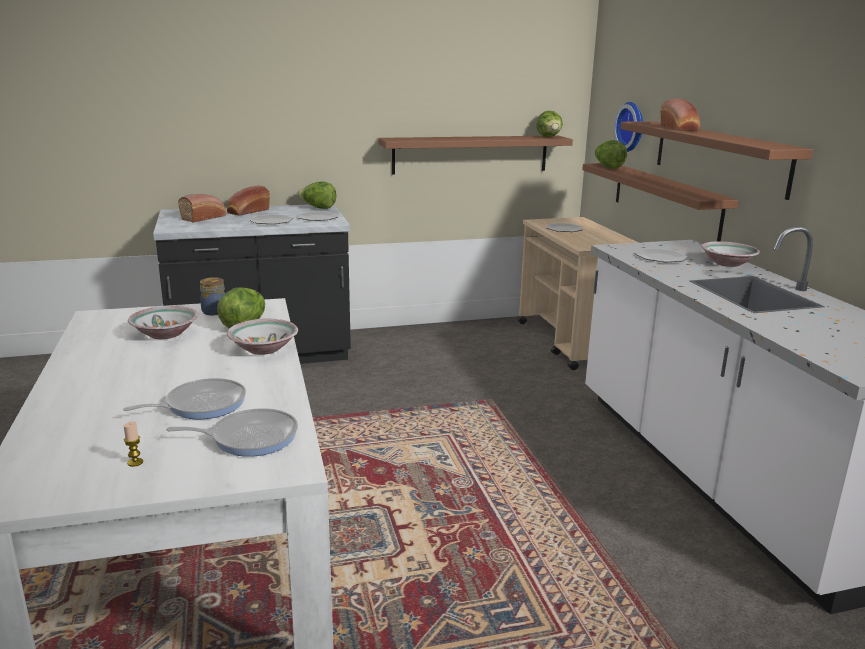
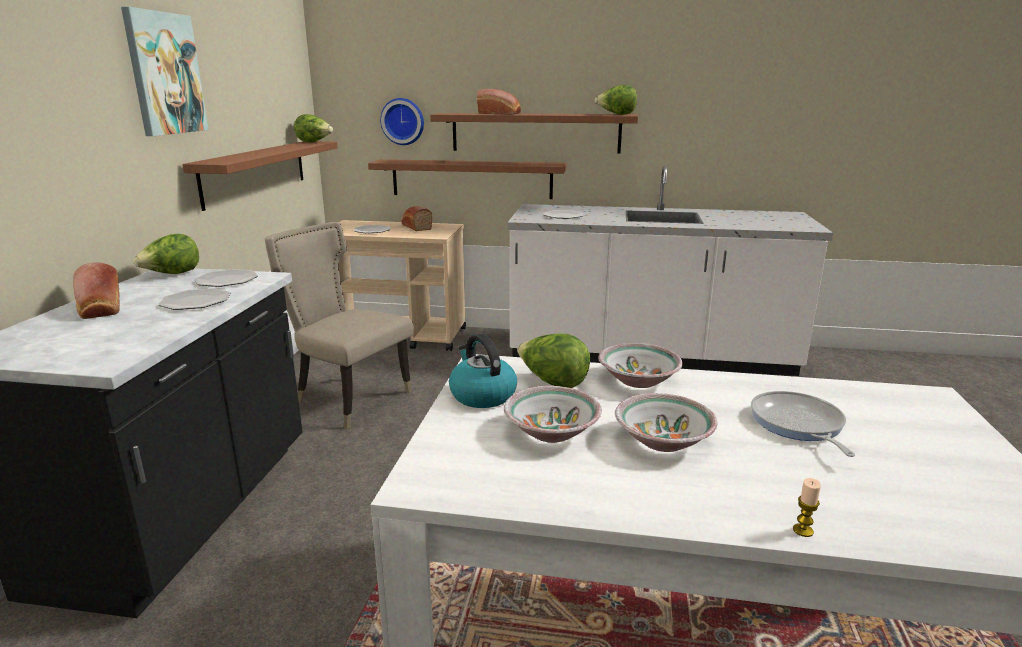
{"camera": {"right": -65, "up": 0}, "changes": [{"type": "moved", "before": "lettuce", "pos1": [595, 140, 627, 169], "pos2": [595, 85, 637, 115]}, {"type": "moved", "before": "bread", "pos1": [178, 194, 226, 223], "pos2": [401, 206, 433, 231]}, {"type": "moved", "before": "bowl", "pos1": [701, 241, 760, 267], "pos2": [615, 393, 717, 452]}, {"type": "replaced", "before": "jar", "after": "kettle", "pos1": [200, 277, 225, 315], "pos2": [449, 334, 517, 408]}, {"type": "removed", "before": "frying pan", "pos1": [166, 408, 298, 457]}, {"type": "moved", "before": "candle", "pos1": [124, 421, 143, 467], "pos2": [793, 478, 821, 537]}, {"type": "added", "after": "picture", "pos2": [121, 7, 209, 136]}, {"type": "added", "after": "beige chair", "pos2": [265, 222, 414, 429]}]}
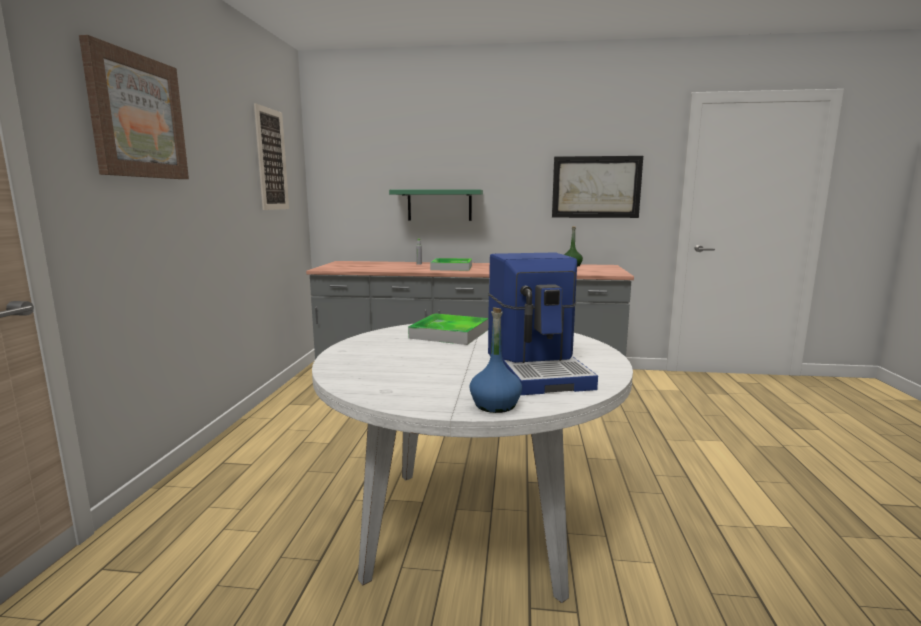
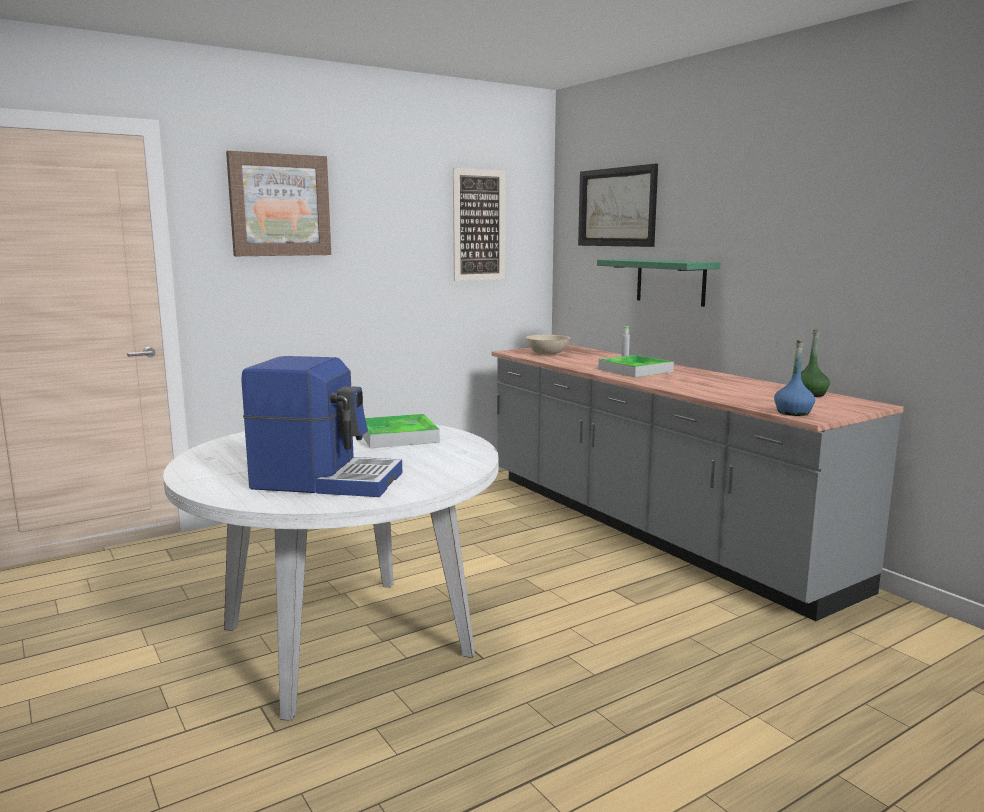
{"camera": {"right": 50, "up": 0}, "changes": [{"type": "moved", "before": "picture", "pos1": [552, 156, 643, 218], "pos2": [578, 164, 658, 247]}, {"type": "turned", "before": "coffee machine", "pos1": [488, 252, 598, 395], "pos2": [241, 356, 402, 497], "turn": -120}, {"type": "moved", "before": "blue bottle", "pos1": [469, 307, 522, 413], "pos2": [774, 340, 815, 416]}, {"type": "added", "after": "beige bowl", "pos2": [526, 335, 570, 355]}]}
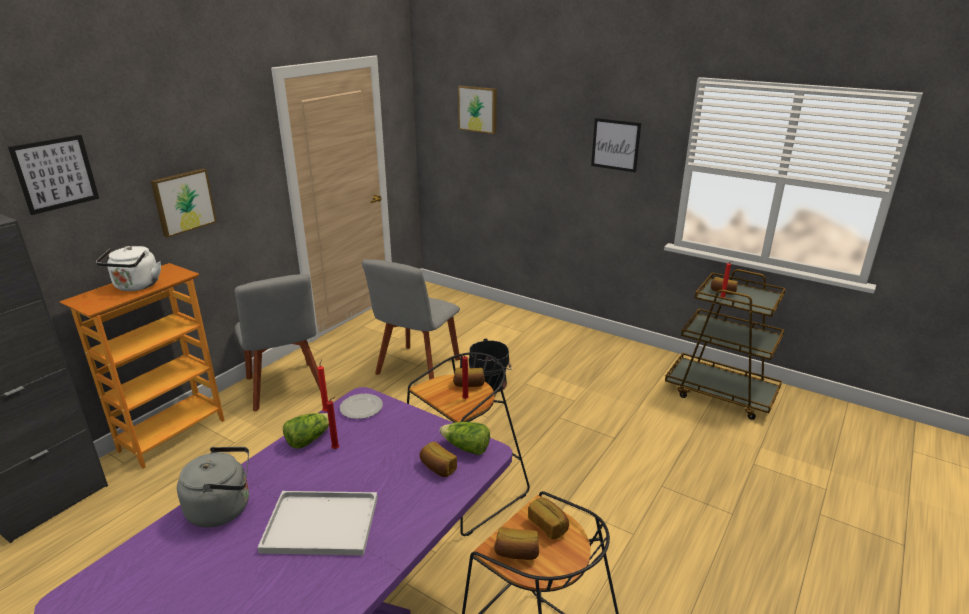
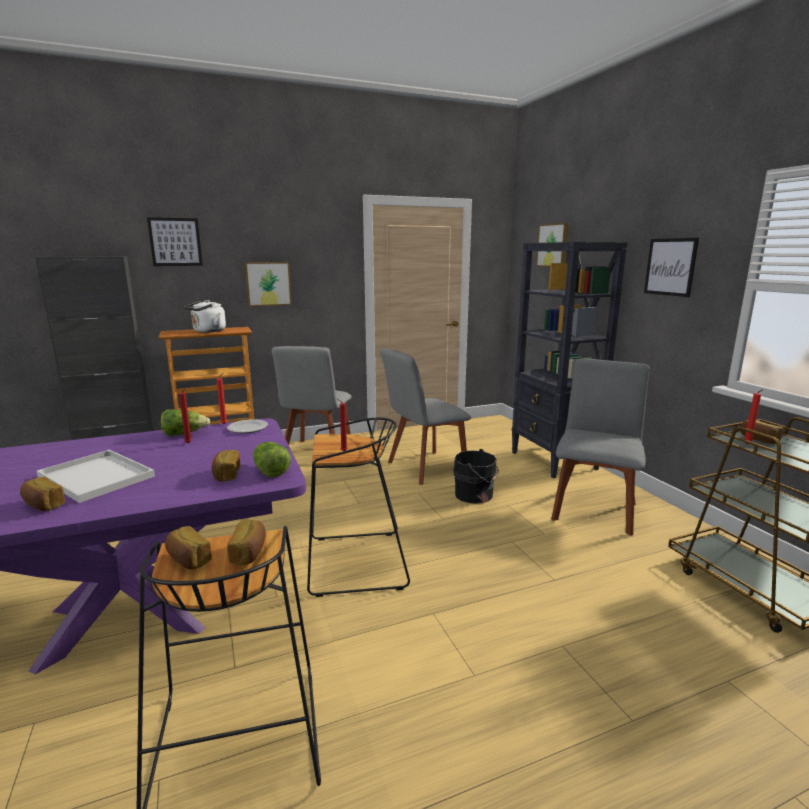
{"camera": {"right": 35, "up": -10}, "changes": [{"type": "moved", "before": "bread", "pos1": [453, 368, 485, 387], "pos2": [20, 477, 65, 511]}, {"type": "removed", "before": "grey kettle", "pos1": [177, 447, 249, 528]}, {"type": "added", "after": "black bookcase", "pos2": [512, 242, 627, 478]}, {"type": "added", "after": "grey chair", "pos2": [551, 358, 650, 535]}]}
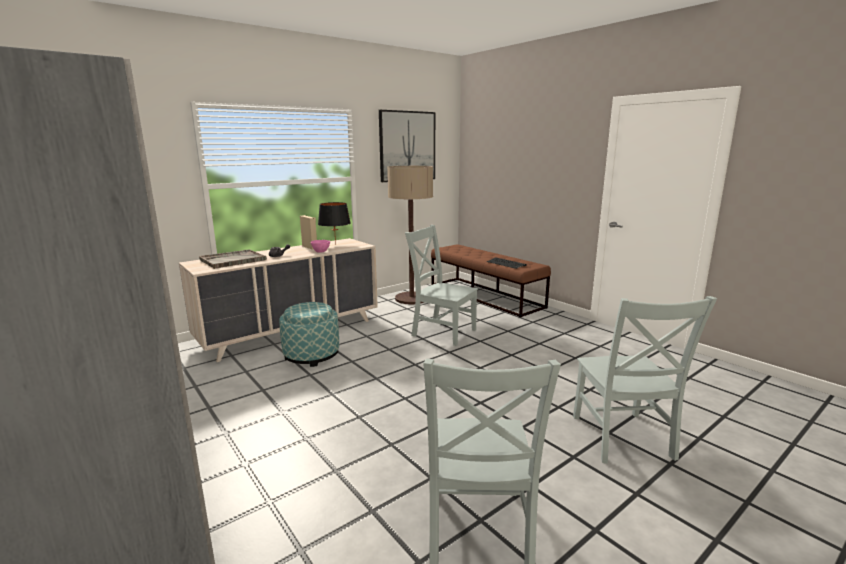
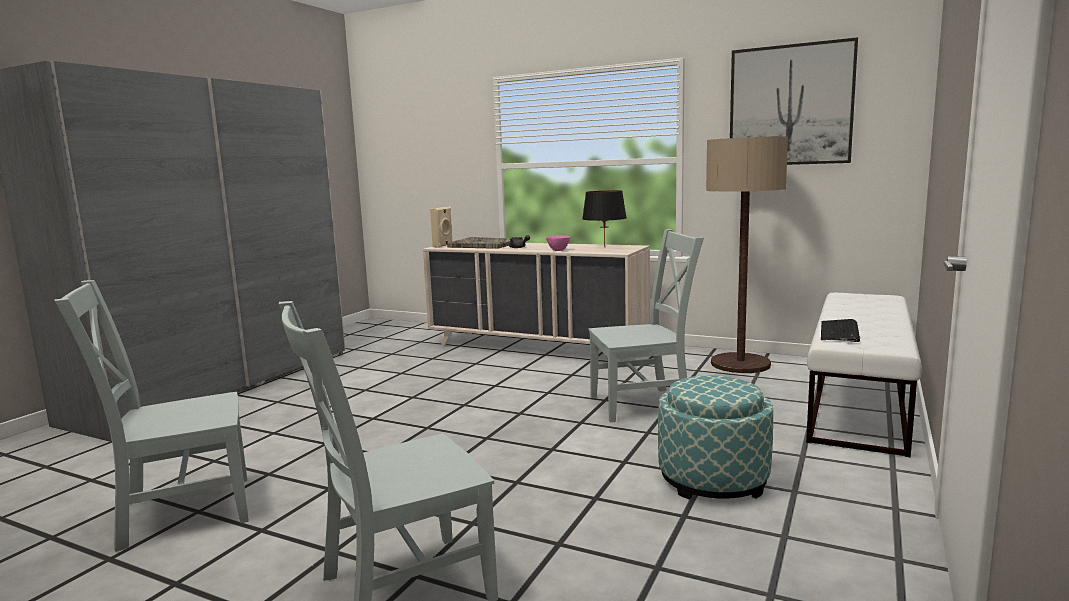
{"camera": {"right": 65, "up": -5}, "changes": [{"type": "moved", "before": "beige speaker", "pos1": [300, 215, 317, 250], "pos2": [430, 207, 453, 248]}, {"type": "turned", "before": "grey chair", "pos1": [405, 225, 478, 346], "pos2": [588, 229, 704, 422], "turn": 75}, {"type": "recoloured", "before": "brown bench", "after": "white bench", "pos1": [431, 244, 551, 317], "pos2": [806, 293, 922, 457]}, {"type": "moved", "before": "ottoman", "pos1": [279, 302, 339, 367], "pos2": [658, 375, 773, 500]}]}
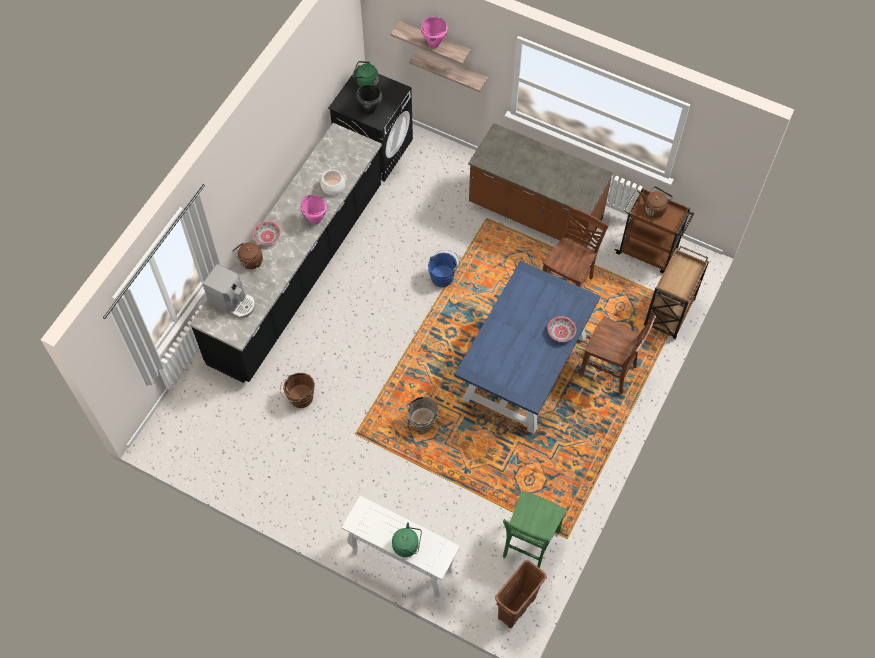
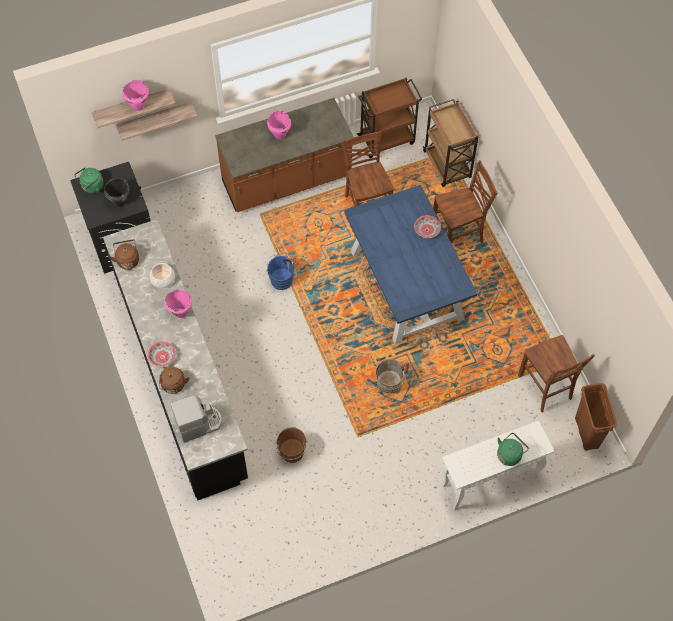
{"camera": {"right": -50, "up": 0}, "changes": [{"type": "moved", "before": "brown kettle", "pos1": [642, 186, 673, 218], "pos2": [109, 239, 139, 270]}, {"type": "recoloured", "before": "green chair", "after": "brown chair", "pos1": [503, 491, 566, 568], "pos2": [518, 335, 595, 412]}, {"type": "added", "after": "pink cooking pot", "pos2": [267, 111, 291, 140]}]}
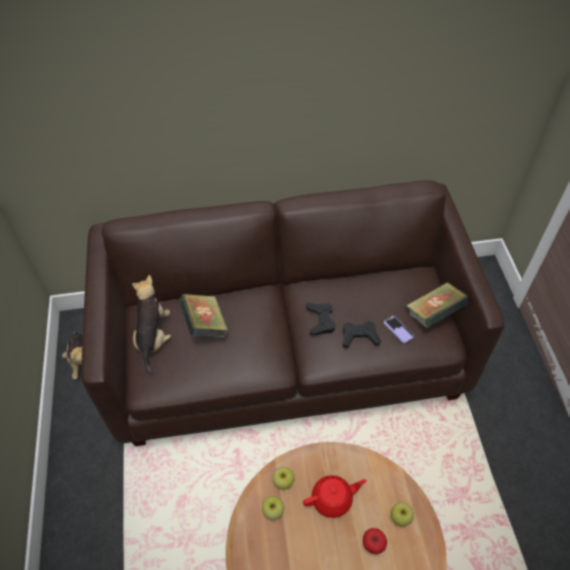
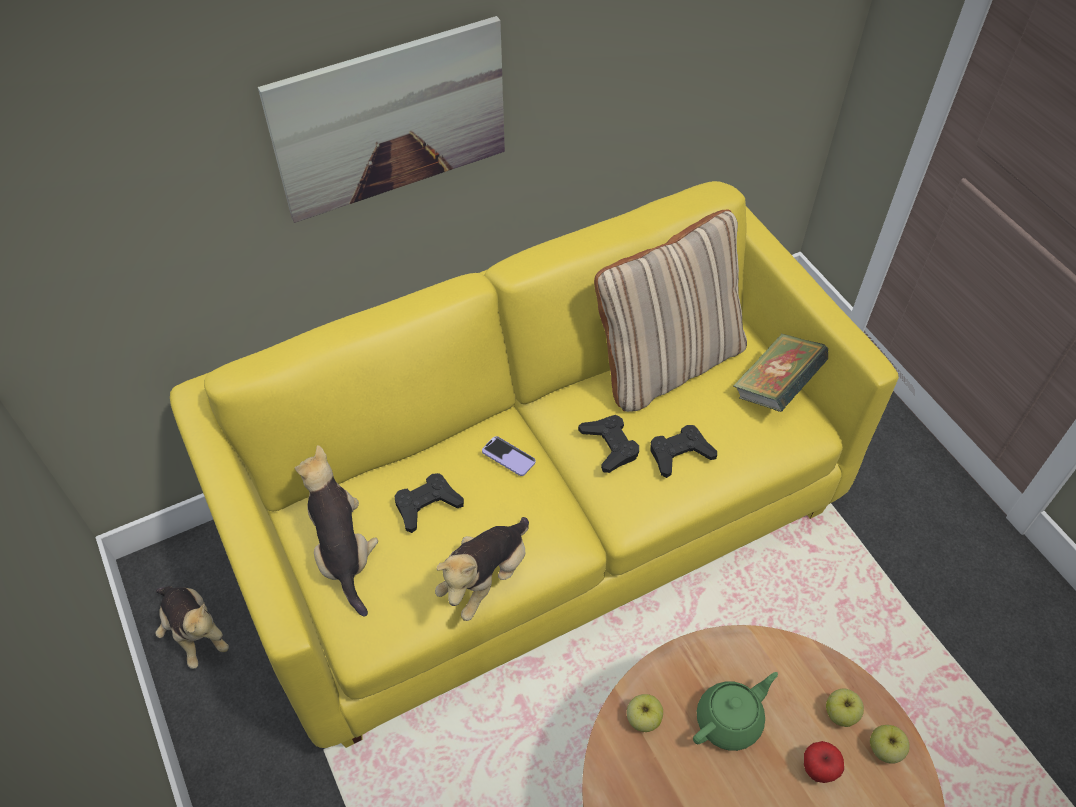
{"camera": {"right": -20, "up": 0}, "changes": [{"type": "recoloured", "before": "brown sofa", "after": "yellow sofa", "pos1": [81, 180, 505, 446], "pos2": [170, 181, 899, 748]}, {"type": "replaced", "before": "book", "after": "black game controller", "pos1": [179, 294, 228, 338], "pos2": [395, 473, 464, 533]}, {"type": "moved", "before": "phone", "pos1": [384, 316, 414, 343], "pos2": [482, 436, 536, 476]}, {"type": "recoloured", "before": "red teapot", "after": "green teapot", "pos1": [303, 475, 367, 518], "pos2": [693, 672, 778, 751]}, {"type": "moved", "before": "apple", "pos1": [262, 496, 284, 520], "pos2": [870, 725, 910, 764]}, {"type": "added", "after": "picture", "pos2": [258, 16, 505, 223]}, {"type": "added", "after": "beige pillow", "pos2": [594, 210, 747, 412]}, {"type": "added", "after": "plush toy", "pos2": [435, 517, 529, 621]}]}
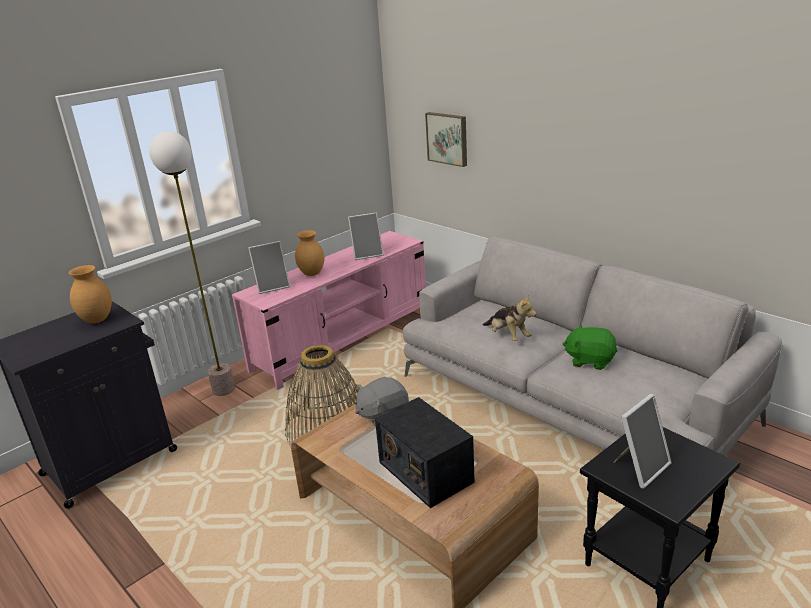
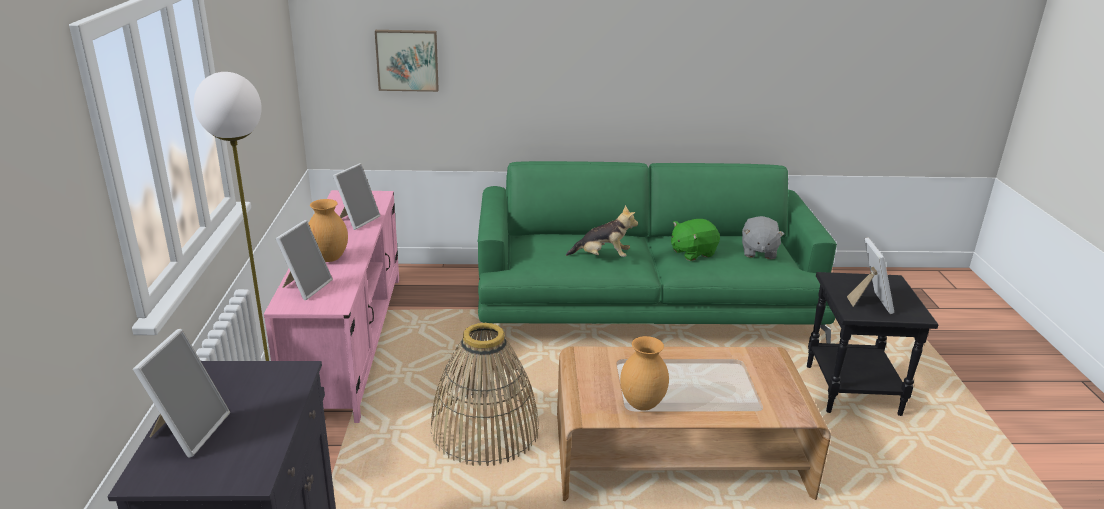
{"camera": {"right": -50, "up": 0}, "changes": [{"type": "recoloured", "before": "grey sofa", "after": "green sofa", "pos1": [403, 236, 782, 517], "pos2": [478, 161, 837, 343]}, {"type": "moved", "before": "brown vase", "pos1": [69, 265, 112, 323], "pos2": [620, 336, 669, 411]}, {"type": "moved", "before": "grey plush toy", "pos1": [355, 377, 409, 426], "pos2": [742, 216, 784, 259]}, {"type": "removed", "before": "radio", "pos1": [375, 397, 475, 508]}, {"type": "added", "after": "picture frame", "pos2": [133, 329, 230, 457]}]}
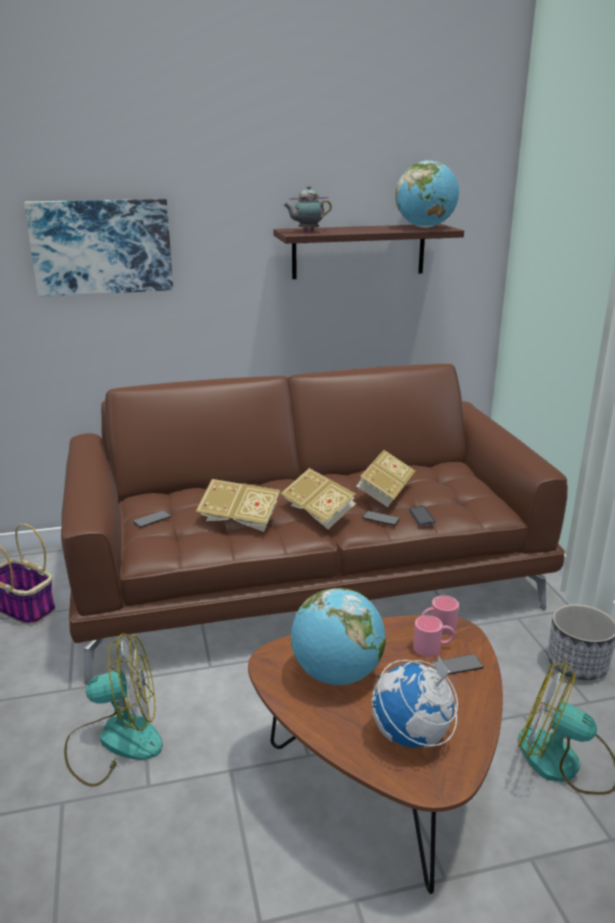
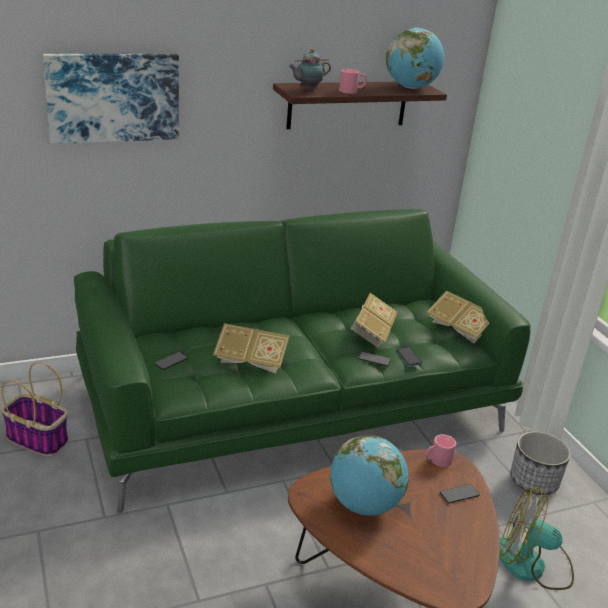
{"camera": {"right": -10, "up": 5}, "changes": [{"type": "recoloured", "before": "brown sofa", "after": "green sofa", "pos1": [61, 364, 568, 685], "pos2": [74, 209, 531, 513]}, {"type": "moved", "before": "book", "pos1": [280, 468, 356, 529], "pos2": [426, 291, 490, 344]}, {"type": "moved", "before": "pink mug", "pos1": [413, 615, 455, 657], "pos2": [339, 69, 367, 94]}, {"type": "removed", "before": "fan", "pos1": [64, 633, 163, 787]}, {"type": "removed", "before": "globe", "pos1": [372, 655, 458, 748]}]}
